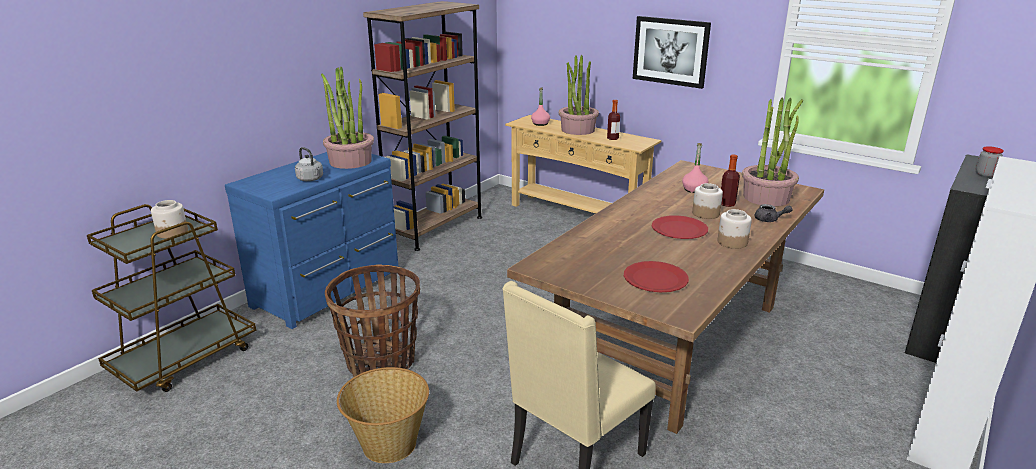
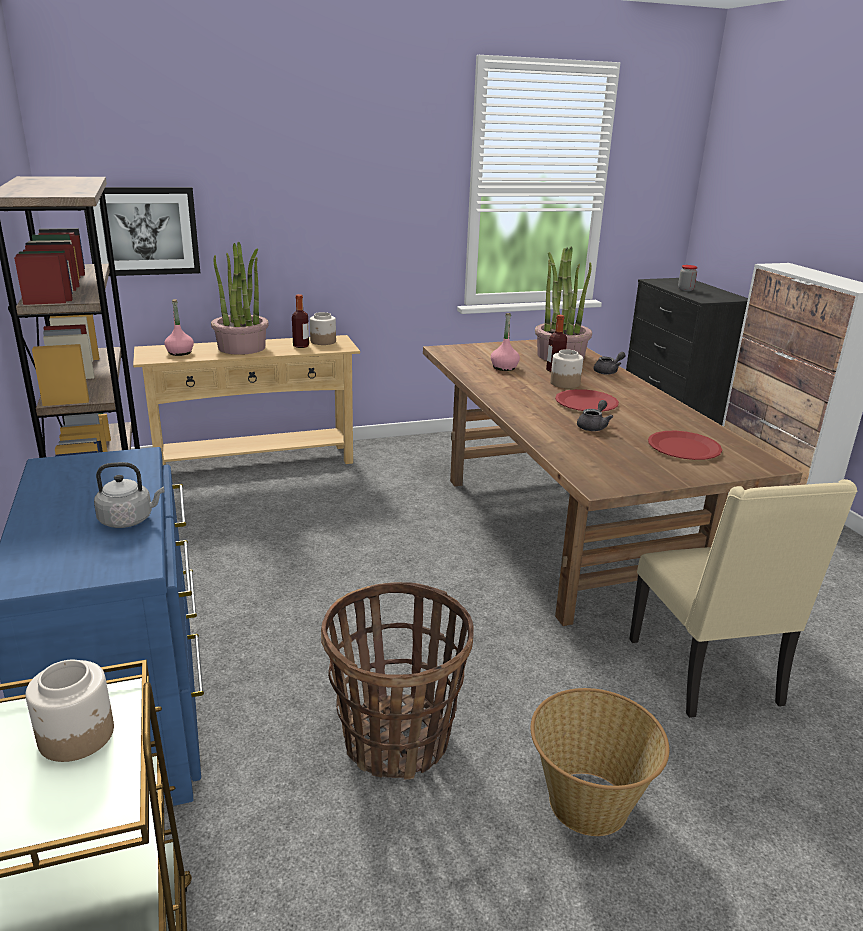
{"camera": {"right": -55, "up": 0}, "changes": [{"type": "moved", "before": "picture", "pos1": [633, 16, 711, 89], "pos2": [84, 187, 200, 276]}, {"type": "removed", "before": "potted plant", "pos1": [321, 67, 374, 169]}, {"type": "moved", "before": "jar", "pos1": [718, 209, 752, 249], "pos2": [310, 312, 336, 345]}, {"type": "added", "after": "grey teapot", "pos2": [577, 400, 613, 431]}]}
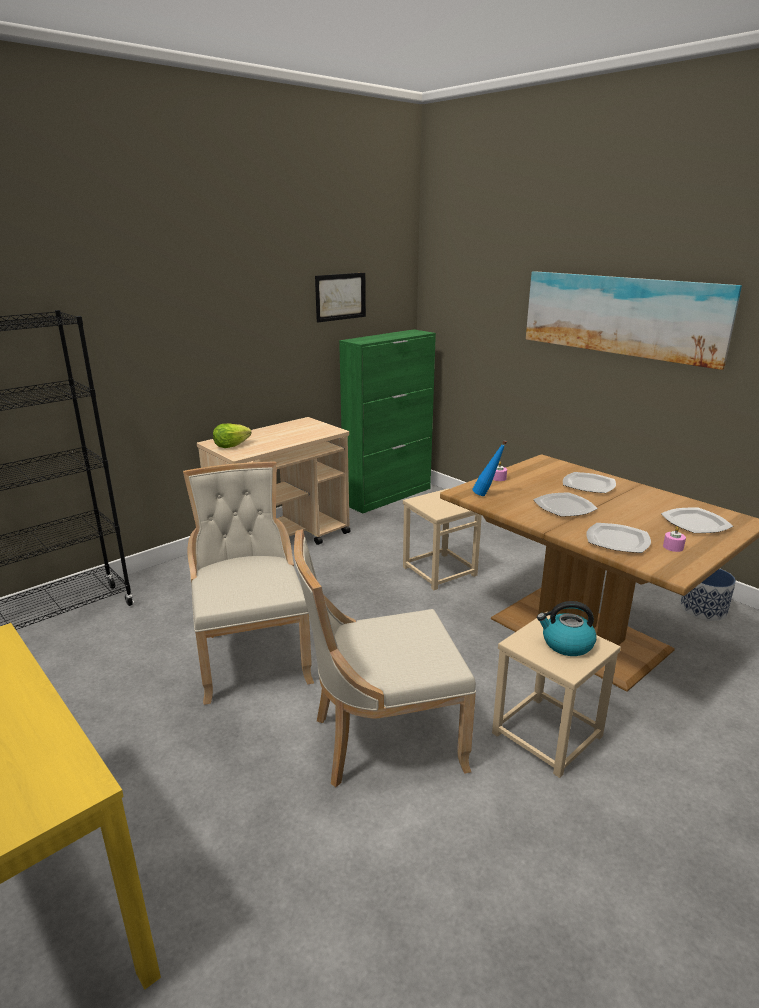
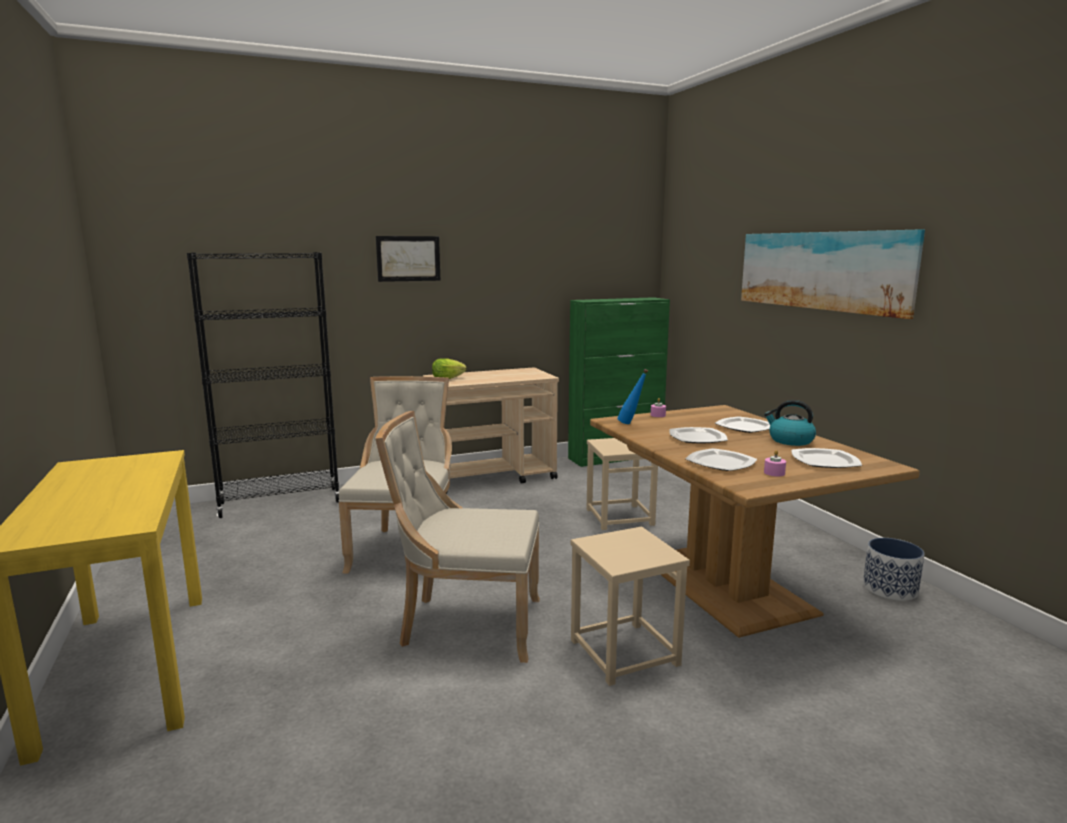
{"camera": {"right": 20, "up": -10}, "changes": [{"type": "moved", "before": "picture", "pos1": [315, 272, 366, 322], "pos2": [376, 236, 441, 282]}, {"type": "moved", "before": "kettle", "pos1": [537, 601, 596, 656], "pos2": [764, 400, 816, 446]}]}
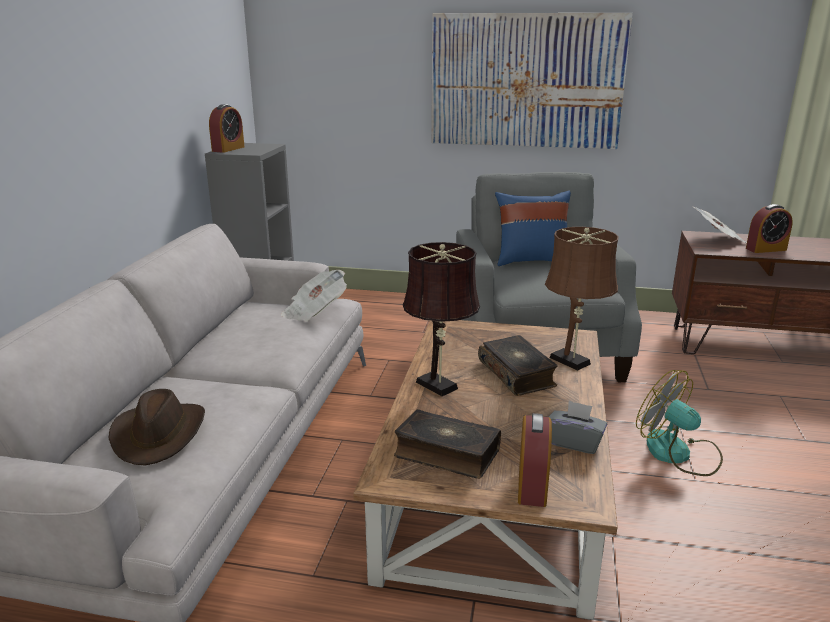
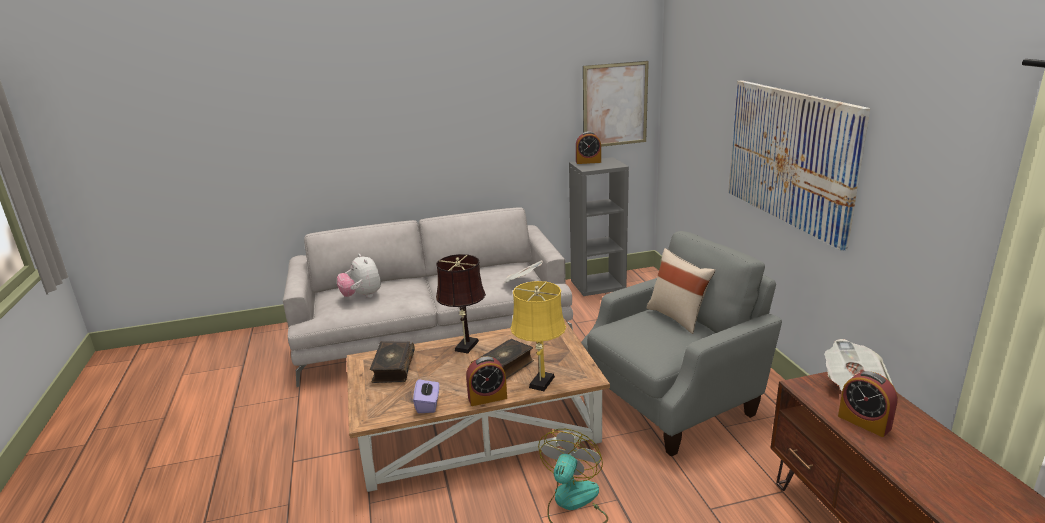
{"camera": {"right": 65, "up": 0}, "changes": [{"type": "recoloured", "before": "blue pillow", "after": "beige pillow", "pos1": [495, 190, 571, 266], "pos2": [646, 248, 715, 334]}, {"type": "recoloured", "before": "brown table lamp", "after": "yellow table lamp", "pos1": [545, 227, 619, 371], "pos2": [511, 281, 566, 391]}, {"type": "replaced", "before": "brown hat", "after": "plush toy", "pos1": [109, 389, 205, 465], "pos2": [337, 254, 381, 298]}, {"type": "recoloured", "before": "grey tissue box", "after": "purple tissue box", "pos1": [549, 401, 607, 454], "pos2": [413, 379, 440, 413]}, {"type": "moved", "before": "alarm clock", "pos1": [518, 413, 552, 507], "pos2": [466, 356, 507, 406]}, {"type": "added", "after": "picture", "pos2": [583, 61, 649, 147]}]}
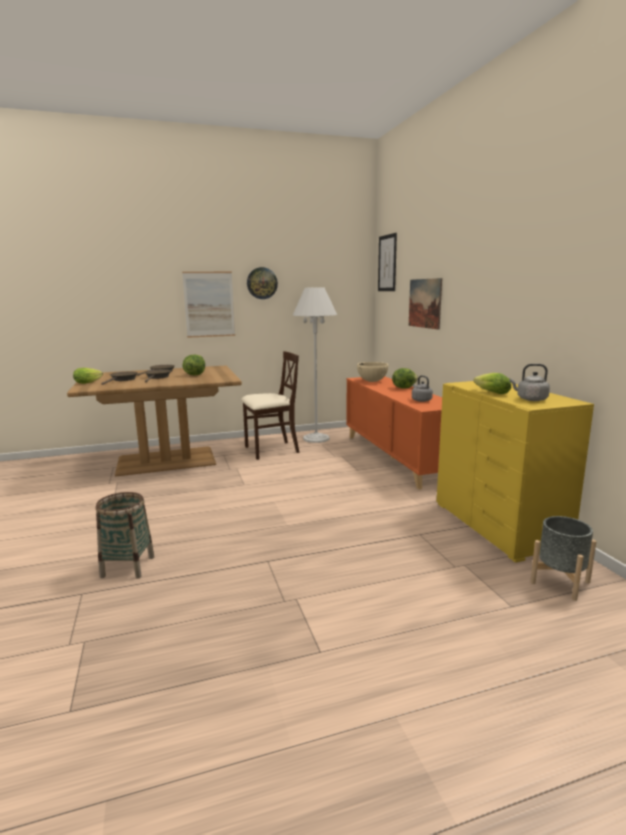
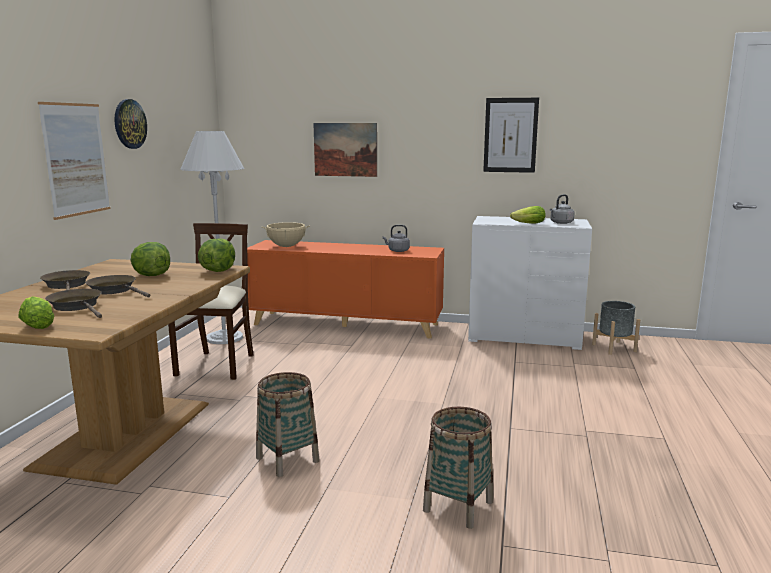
{"camera": {"right": -60, "up": 0}, "changes": [{"type": "moved", "before": "picture", "pos1": [378, 233, 397, 291], "pos2": [483, 98, 539, 173]}, {"type": "moved", "before": "lettuce", "pos1": [392, 368, 418, 389], "pos2": [198, 238, 235, 272]}, {"type": "recoloured", "before": "yellow dresser", "after": "white dresser", "pos1": [436, 381, 594, 563], "pos2": [468, 216, 592, 350]}, {"type": "added", "after": "basket", "pos2": [256, 372, 320, 477]}]}
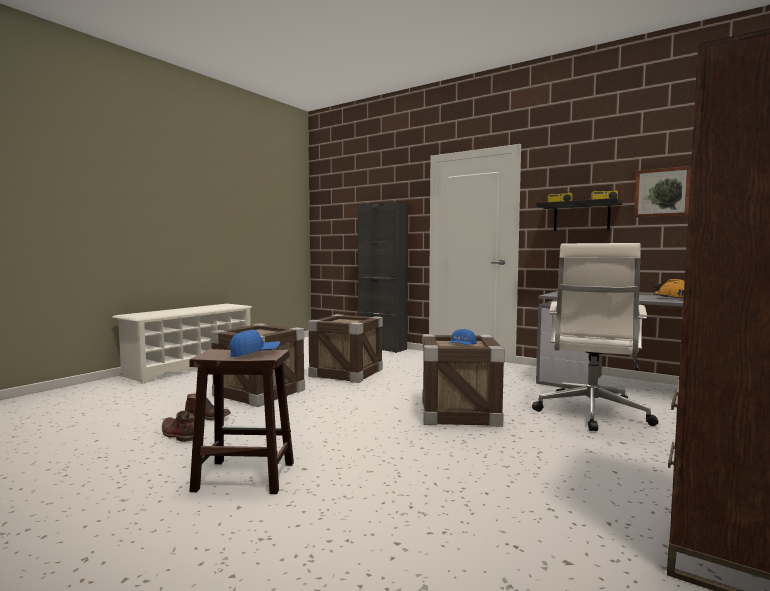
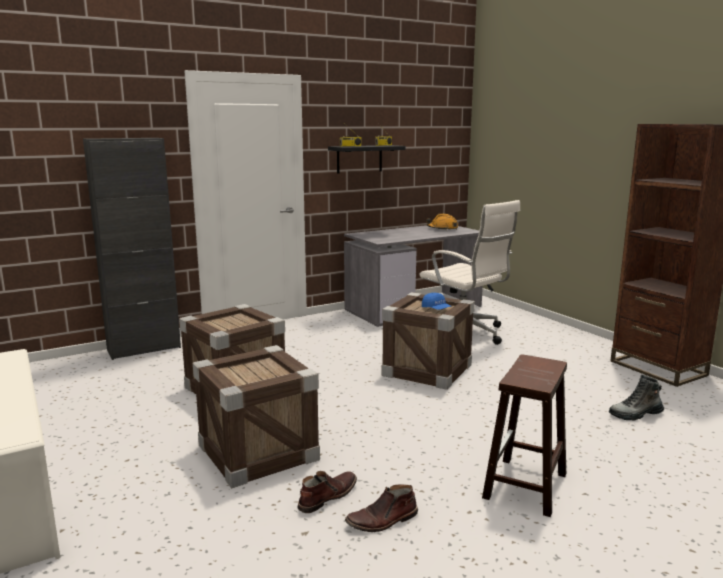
{"camera": {"right": -65, "up": 10}, "changes": [{"type": "removed", "before": "picture", "pos1": [634, 166, 691, 218]}, {"type": "removed", "before": "blue cap", "pos1": [230, 330, 280, 357]}, {"type": "added", "after": "boot", "pos2": [609, 375, 664, 421]}]}
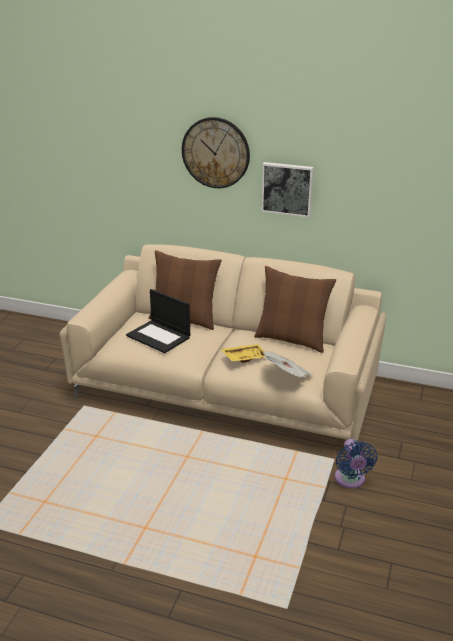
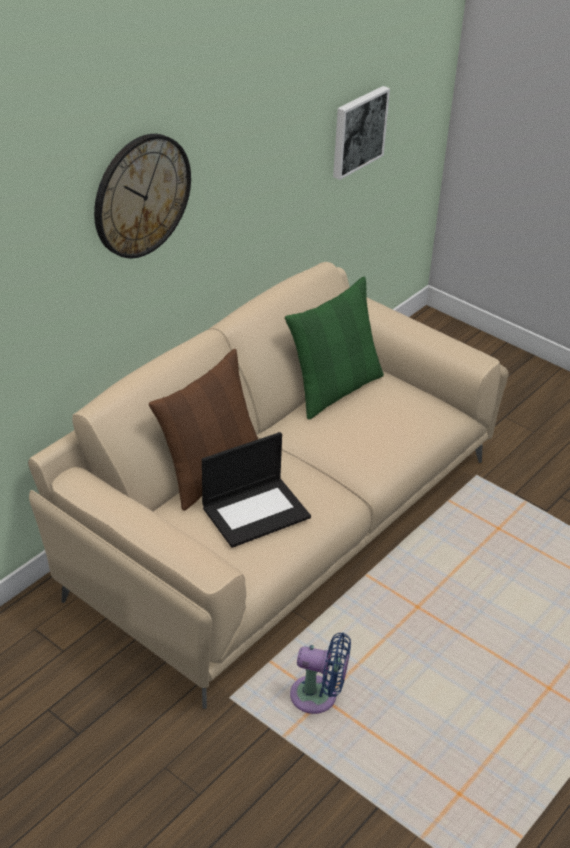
{"camera": {"right": -70, "up": 10}, "changes": [{"type": "moved", "before": "picture", "pos1": [261, 162, 314, 217], "pos2": [333, 86, 390, 180]}, {"type": "recoloured", "before": "brown pillow", "after": "green pillow", "pos1": [254, 266, 336, 353], "pos2": [285, 276, 384, 420]}, {"type": "removed", "before": "yellow tray", "pos1": [221, 344, 265, 363]}, {"type": "removed", "before": "newspaper", "pos1": [264, 351, 313, 378]}, {"type": "moved", "before": "blue fan", "pos1": [335, 439, 377, 488], "pos2": [290, 633, 351, 714]}]}
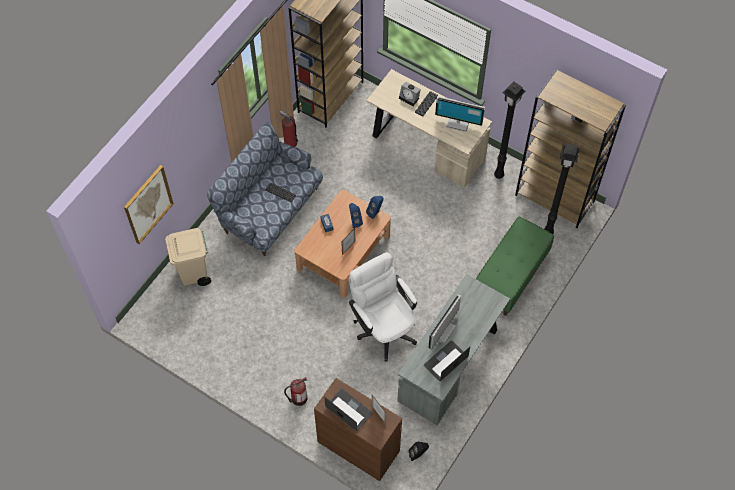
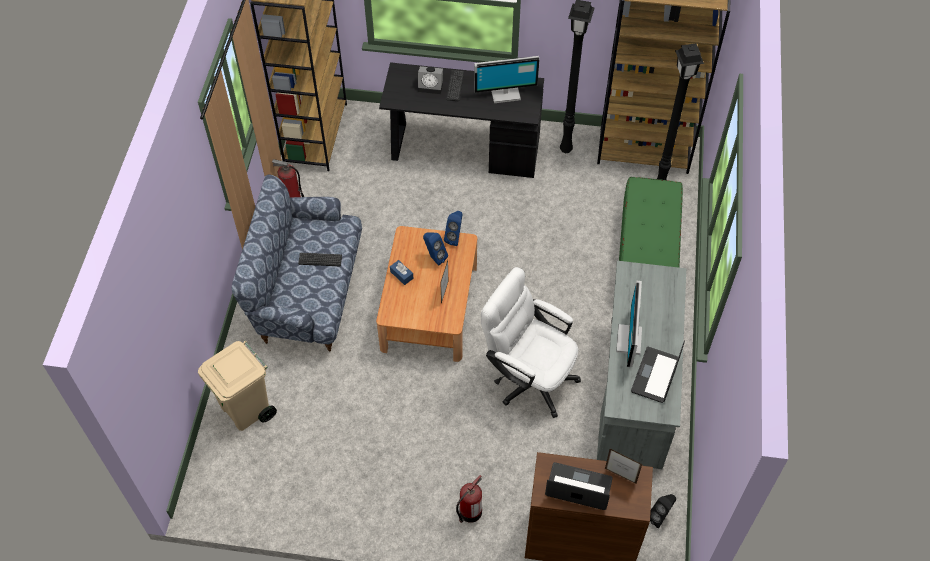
{"camera": {"right": -25, "up": -5}, "changes": [{"type": "recoloured", "before": "beige desk", "after": "black desk", "pos1": [366, 69, 492, 188], "pos2": [379, 62, 544, 178]}, {"type": "removed", "before": "picture", "pos1": [124, 165, 174, 244]}]}
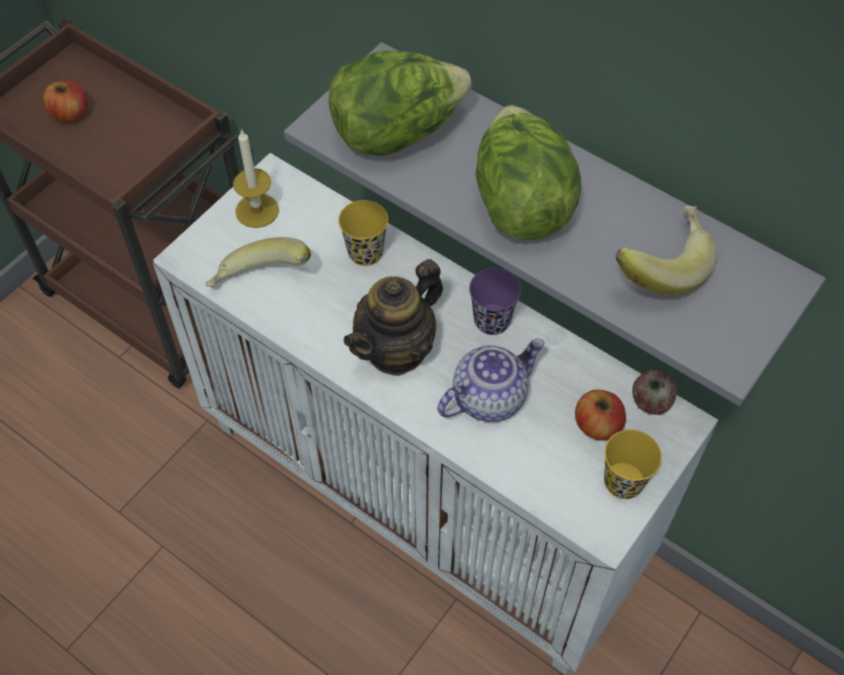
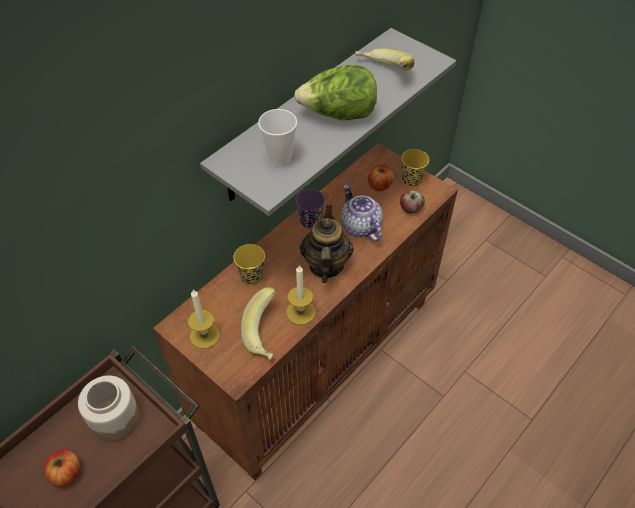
{"camera": {"right": -85, "up": -5}, "changes": [{"type": "replaced", "before": "lettuce", "after": "cup", "pos1": [329, 50, 472, 156], "pos2": [258, 109, 297, 167]}, {"type": "recoloured", "before": "white cabinet", "after": "brown cabinet", "pos1": [152, 153, 718, 675], "pos2": [153, 143, 458, 480]}, {"type": "turned", "before": "teapot", "pos1": [343, 259, 443, 376], "pos2": [300, 205, 354, 283], "turn": -135}, {"type": "moved", "before": "apple", "pos1": [632, 369, 677, 415], "pos2": [400, 190, 425, 214]}, {"type": "added", "after": "candle", "pos2": [286, 266, 315, 325]}, {"type": "added", "after": "jar", "pos2": [78, 375, 140, 442]}]}
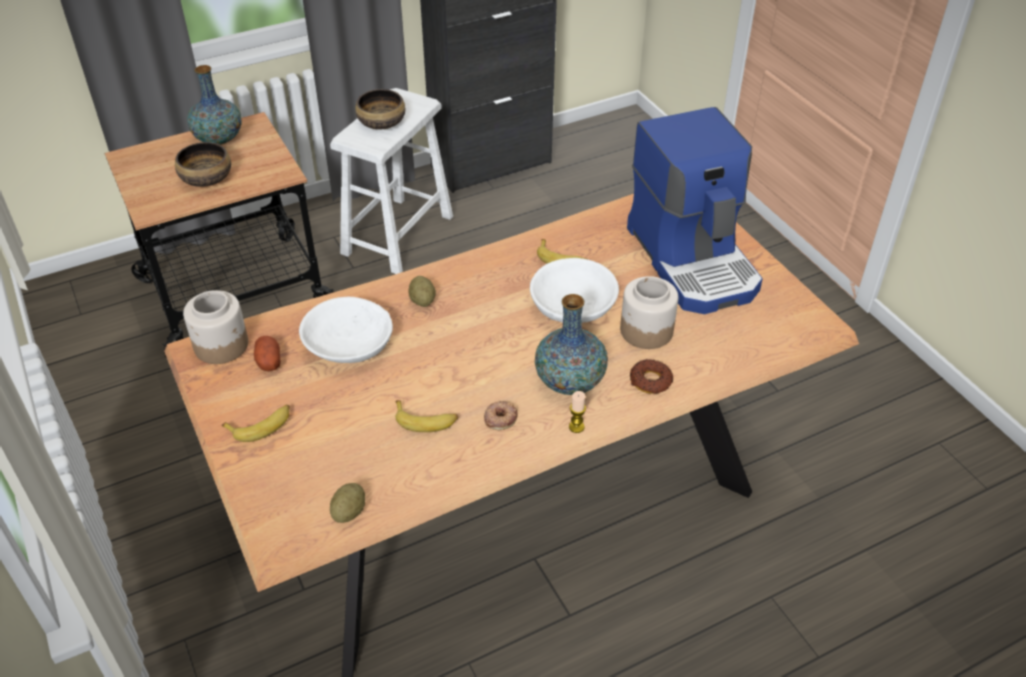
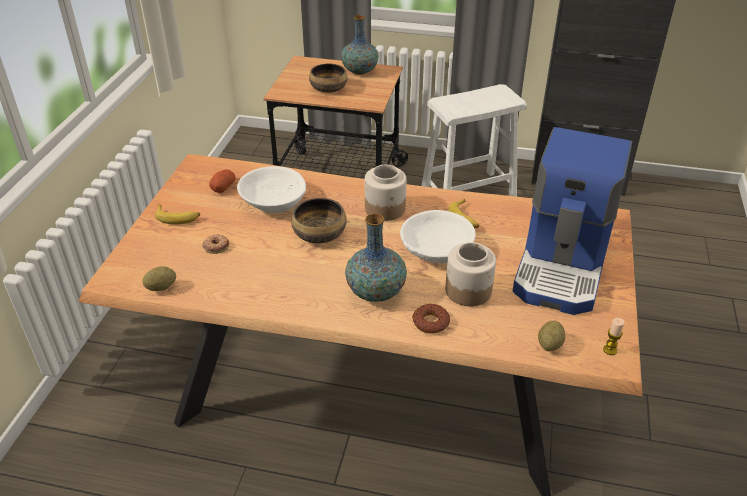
{"camera": {"right": 40, "up": -5}, "changes": [{"type": "moved", "before": "bowl", "pos1": [355, 89, 405, 130], "pos2": [291, 198, 347, 243]}, {"type": "moved", "before": "potato", "pos1": [408, 276, 436, 307], "pos2": [538, 321, 565, 351]}, {"type": "moved", "before": "jar", "pos1": [183, 290, 248, 364], "pos2": [365, 165, 407, 221]}, {"type": "moved", "before": "candle", "pos1": [569, 391, 586, 433], "pos2": [603, 318, 624, 355]}, {"type": "removed", "before": "banana", "pos1": [395, 400, 459, 432]}, {"type": "moved", "before": "donut", "pos1": [484, 401, 518, 430], "pos2": [202, 235, 229, 254]}]}
